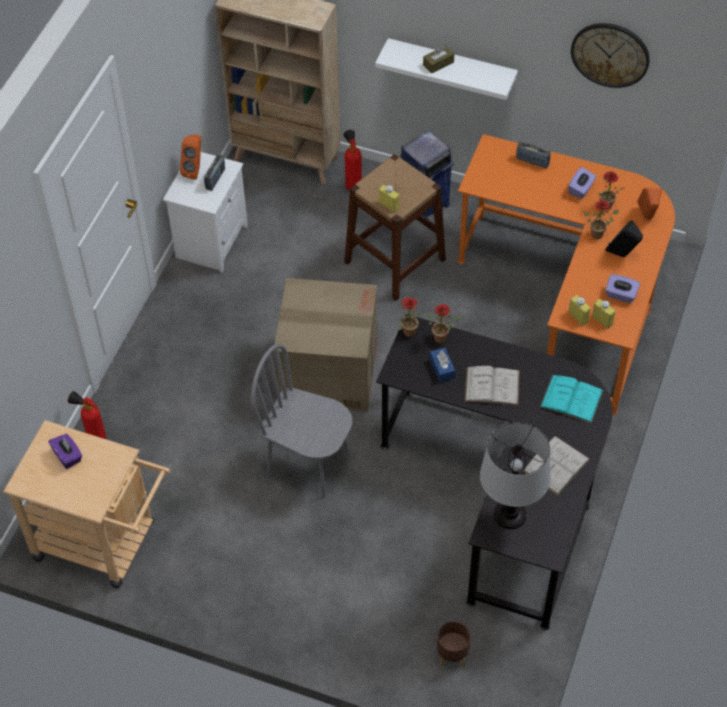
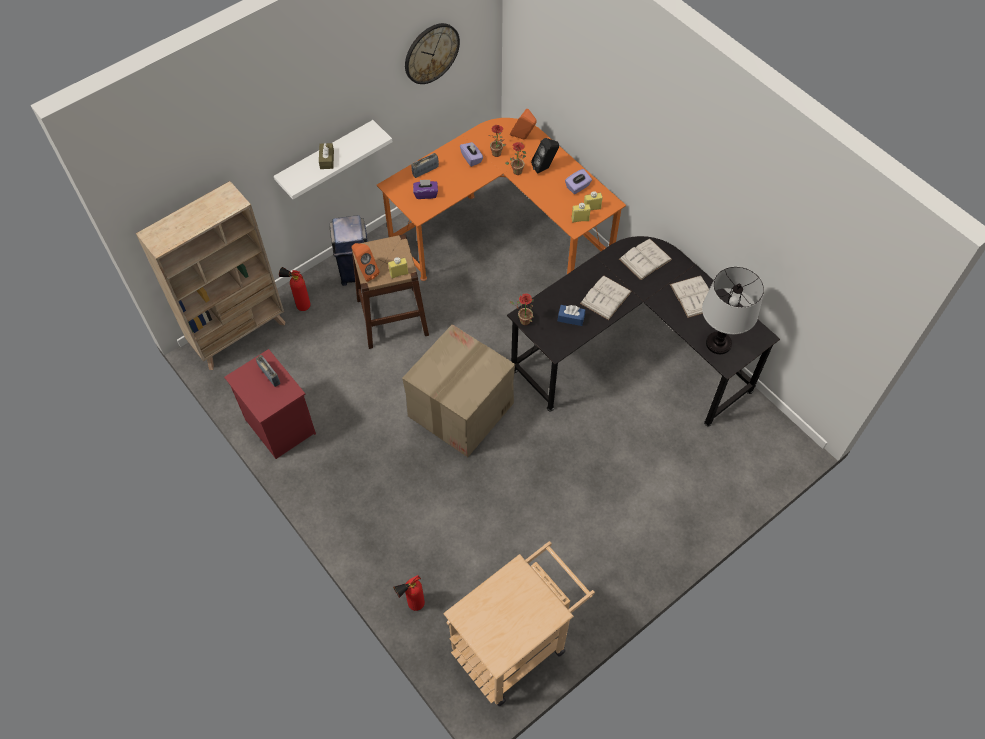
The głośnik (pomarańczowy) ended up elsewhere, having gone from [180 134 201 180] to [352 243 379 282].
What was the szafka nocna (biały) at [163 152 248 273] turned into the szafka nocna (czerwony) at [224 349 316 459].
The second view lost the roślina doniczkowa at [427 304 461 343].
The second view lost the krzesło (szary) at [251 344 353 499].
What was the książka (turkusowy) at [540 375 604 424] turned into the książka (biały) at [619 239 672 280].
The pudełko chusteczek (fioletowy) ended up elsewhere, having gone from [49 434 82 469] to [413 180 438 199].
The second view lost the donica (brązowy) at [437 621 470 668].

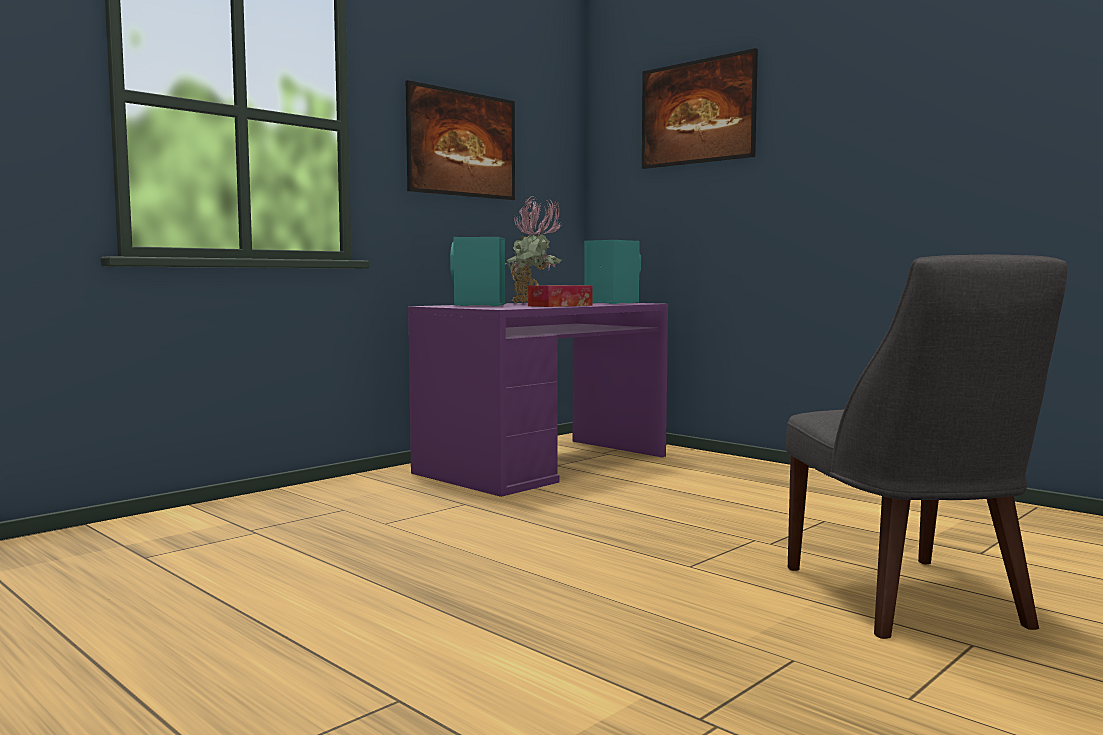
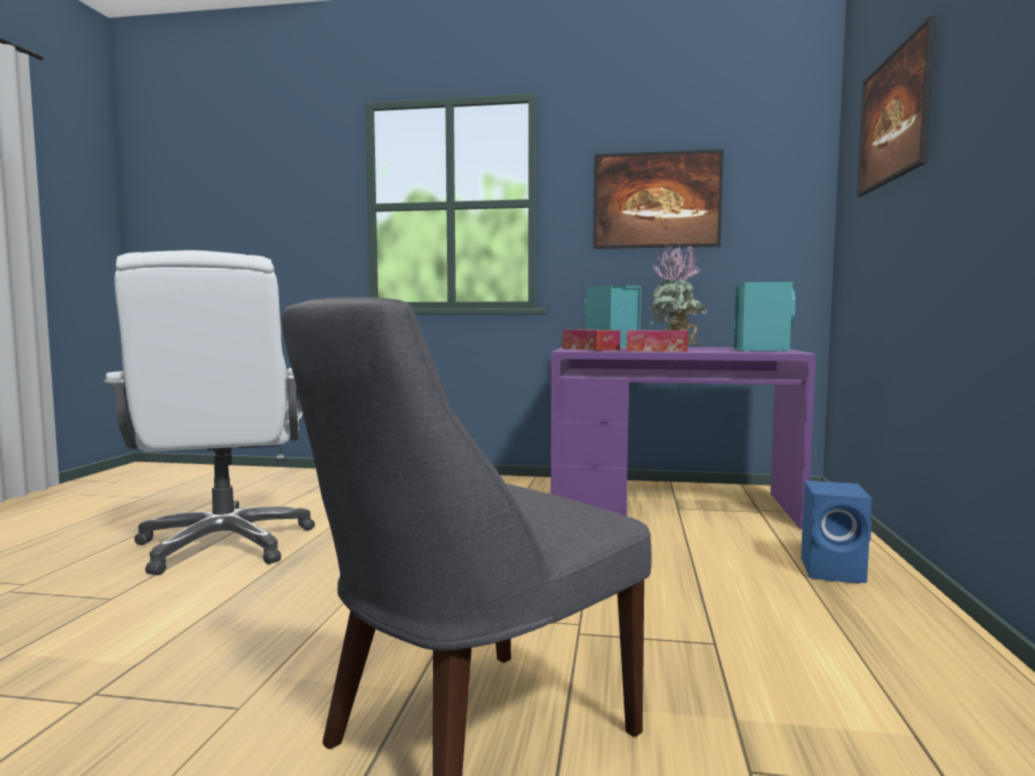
The second view gained the krzesło biurowe (biały) at [103 250 315 575].
The second view gained the pudełko chusteczek at [562 330 620 351].
The second view gained the głośnik (niebieski) at [801 481 872 583].

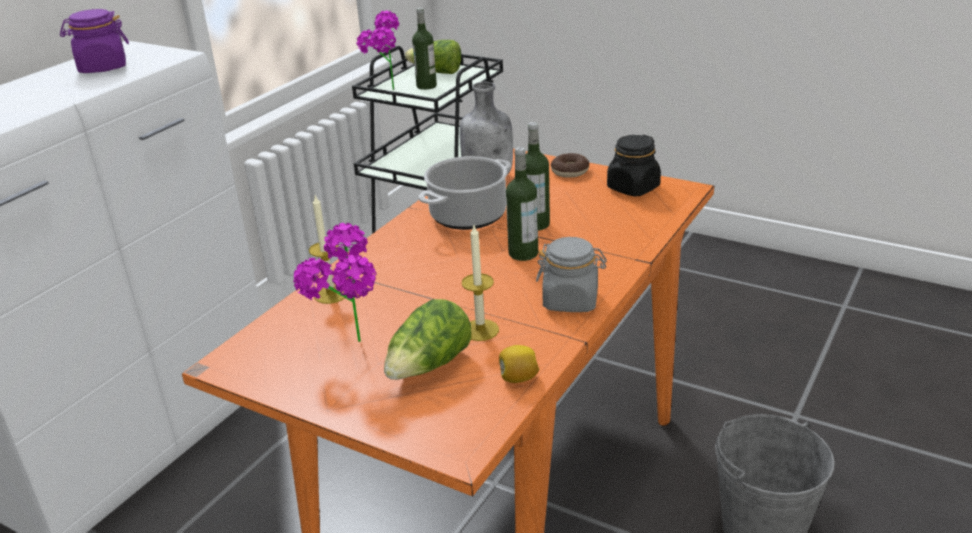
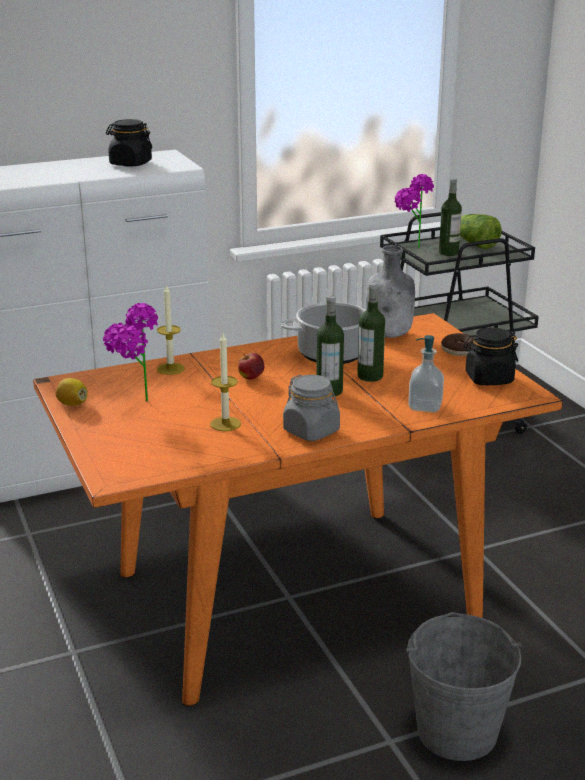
What was the słoik (fioletowy) at [60 9 129 73] turned into the słoik (czarny) at [106 119 152 167].
The second view lost the sałata at [384 299 471 380].
The cytryna ended up elsewhere, having gone from [499 345 539 383] to [56 378 87 406].
The second view gained the dozownik mydła at [408 335 444 413].
The second view gained the jabłko at [238 353 264 380].

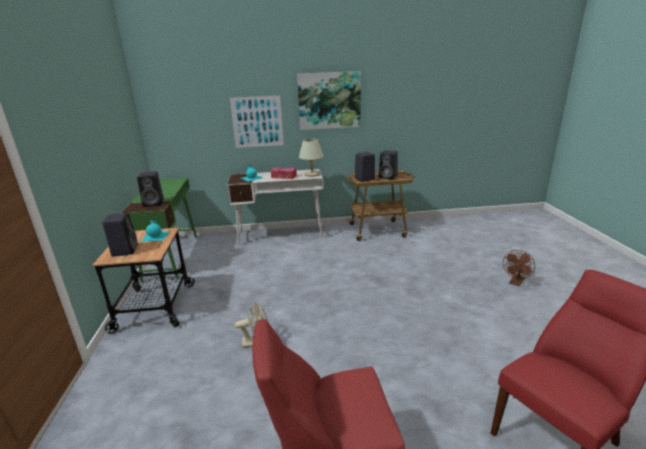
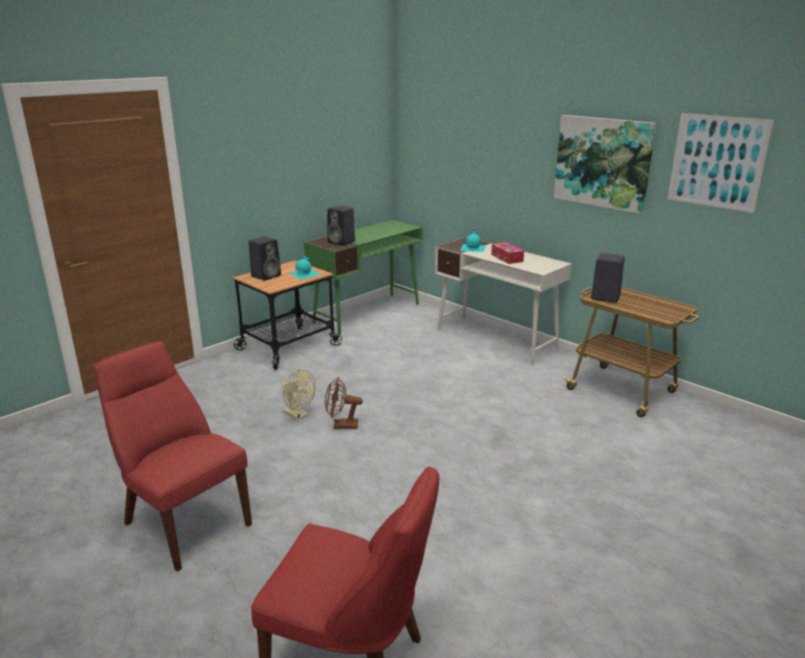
The obraz ended up elsewhere, having gone from [230 96 284 148] to [668 113 774 213].
The second view lost the lampa stołowa (beżowy) at [299 138 324 177].
The second view lost the głośnik (czarny) at [379 150 398 179].
The wentylator (brązowy) ended up elsewhere, having gone from [503 250 535 286] to [325 377 363 429].

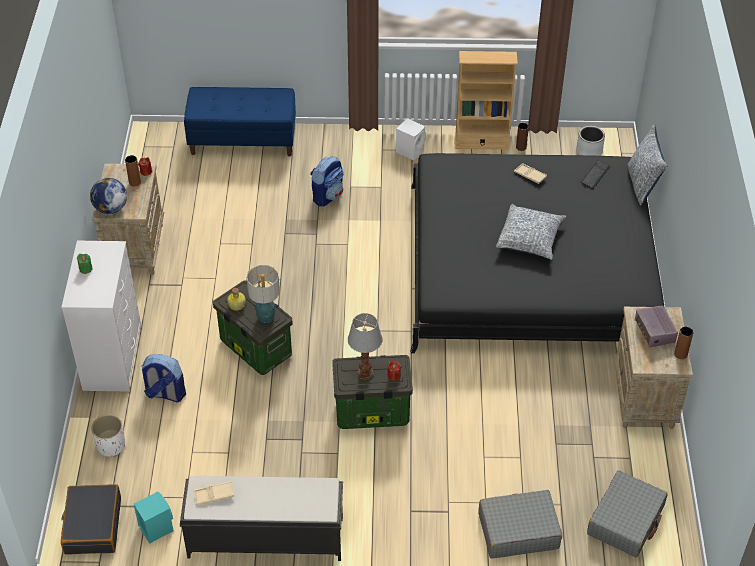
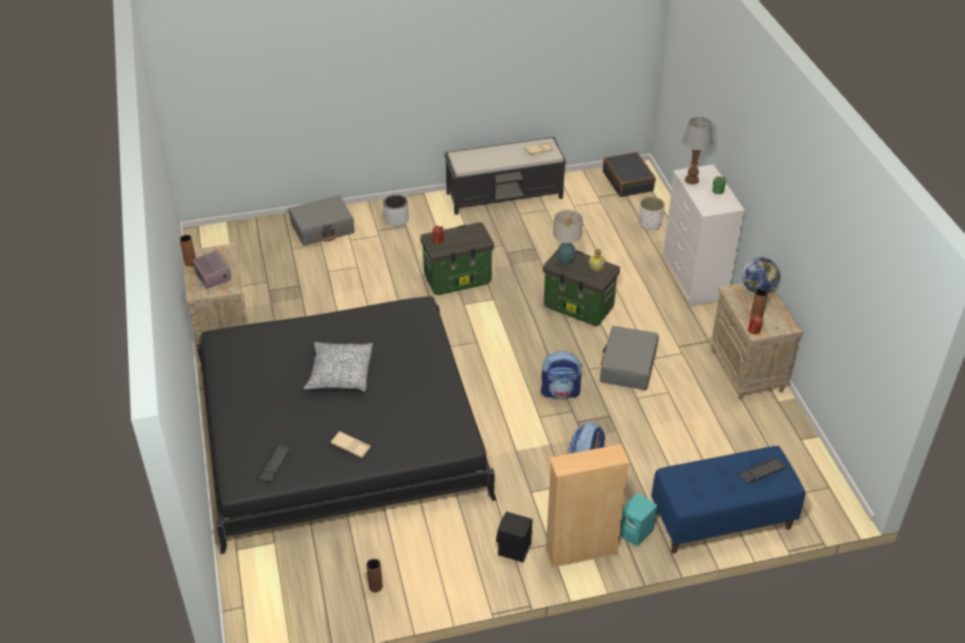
The regał (beżowy) ended up elsewhere, having gone from [454 51 518 150] to [544 444 630 568].
What was the głośnik (biały) at [396 118 426 160] turned into the głośnik (czarny) at [496 512 533 563].
The second view lost the poduszka at [628 125 668 206].
The donica (szary) ended up elsewhere, having gone from [576 126 605 156] to [383 194 409 226].
The lampa stołowa ended up elsewhere, having gone from [348 313 383 380] to [682 117 713 185].
The plecak ended up elsewhere, having gone from [141 354 186 402] to [541 351 583 398].
The walizka (szary) ended up elsewhere, having gone from [587 470 667 557] to [600 326 659 390].
The głośnik (turkusowy) ended up elsewhere, having gone from [134 491 174 544] to [620 493 657 546].
The second view gained the klawiatura at [737 458 786 484].

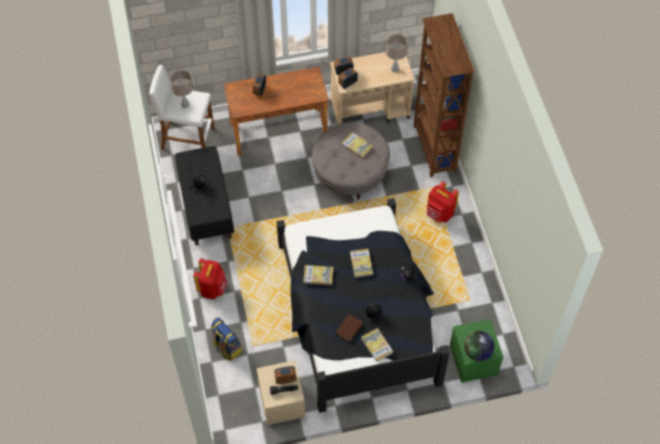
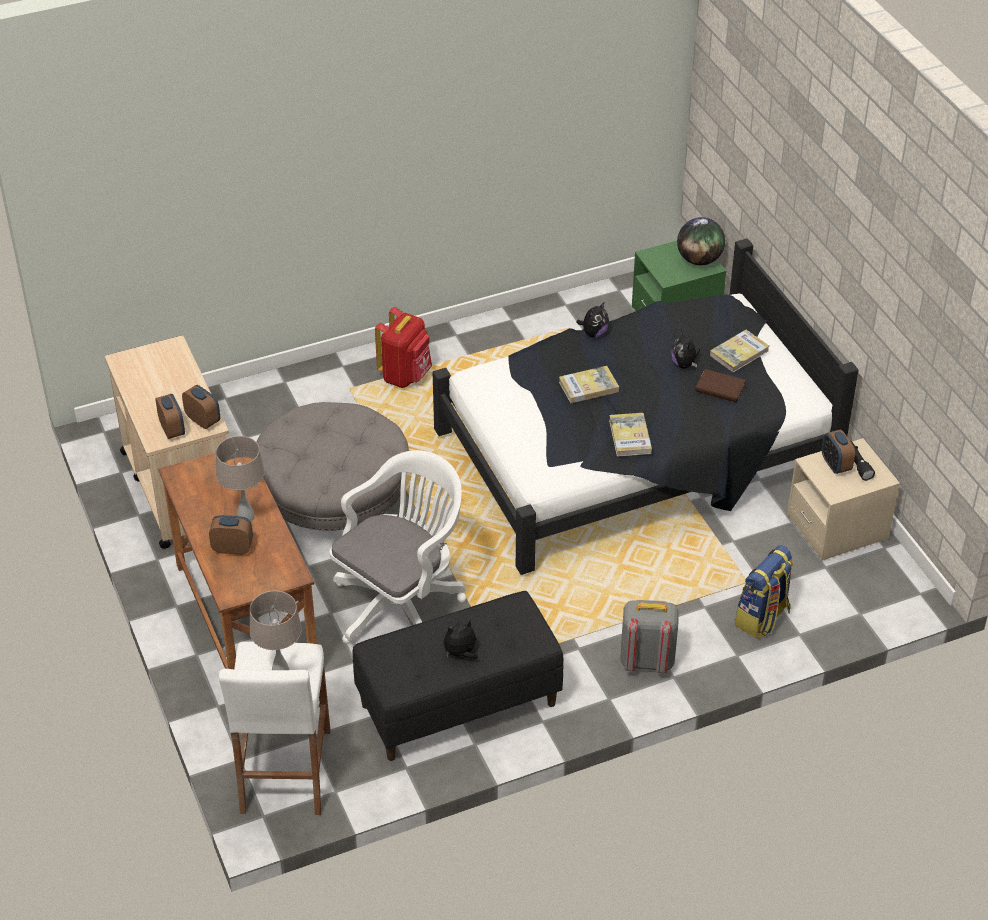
The second view lost the regał (brązowy) at [414 13 475 178].
The lampa stołowa (beżowy) ended up elsewhere, having gone from [385 34 408 72] to [216 436 265 522].
The second view lost the książka at [341 132 373 159].
What was the plecak (czerwony) at [194 258 227 299] turned into the plecak (szary) at [620 600 679 673].
The second view gained the krzesło biurowe (biały) at [329 450 466 644].

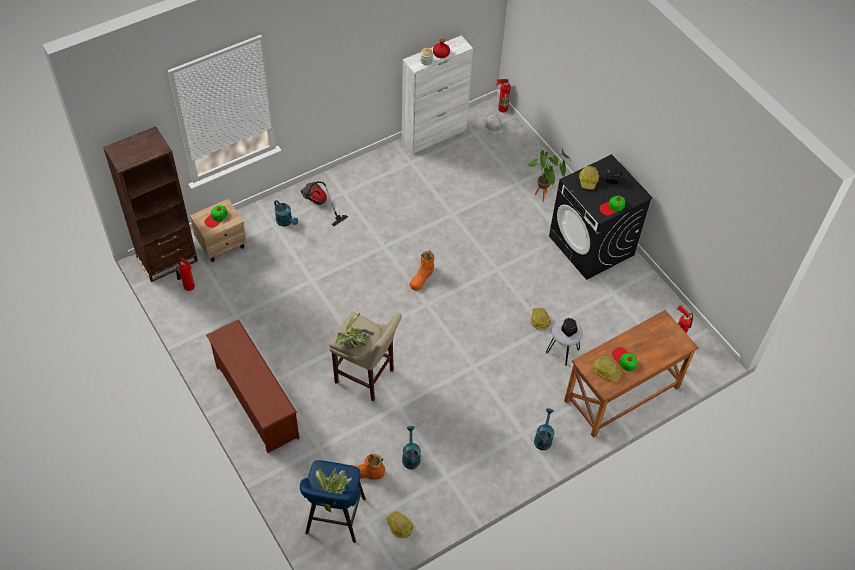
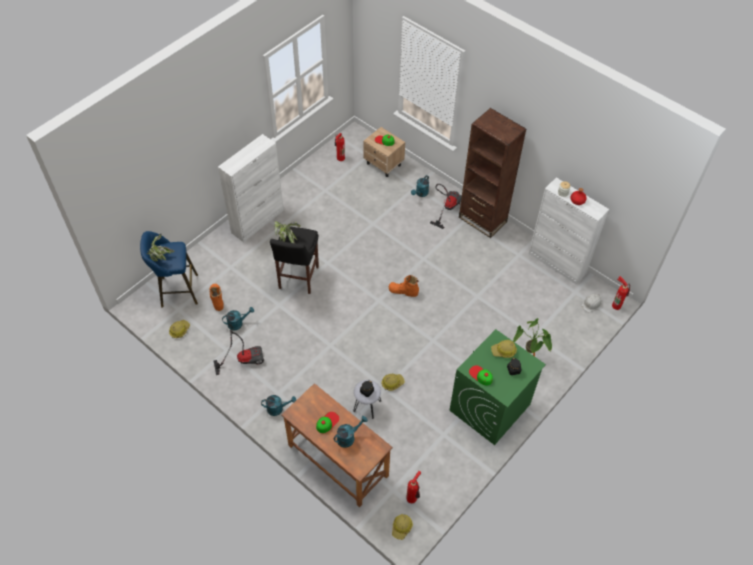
The regał (brązowy) ended up elsewhere, having gone from [103 127 198 282] to [459 108 526 238].
What was the pralka (czarny) at [549 154 653 280] turned into the pralka (zielony) at [450 329 546 445].
What was the stołek (beżowy) at [329 312 402 401] turned into the stołek (czarny) at [270 227 319 294].
Where the regał na buty (brązowy) stood at [206 319 299 453], the szafka (biały) came to stand at [218 134 284 243].
The kask ended up elsewhere, having gone from [593 356 622 381] to [392 514 413 540].
The second view gained the odkurzacz at [214 330 264 375].
The second view gained the konewka (turkusowy) at [334 416 368 448].

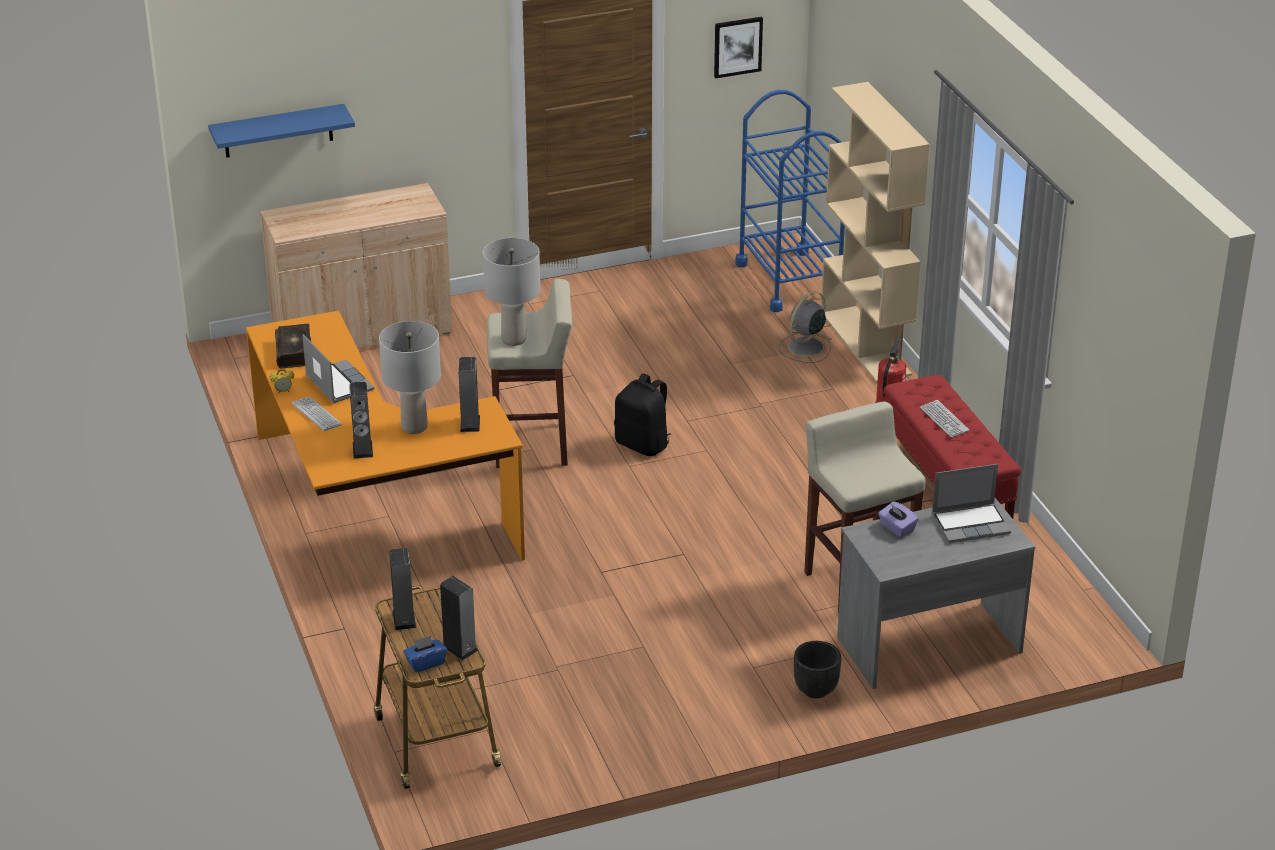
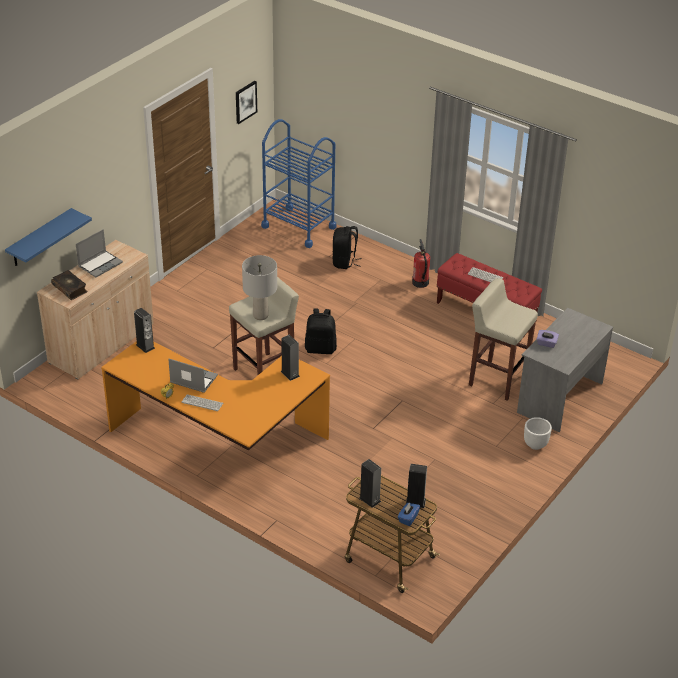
The second view lost the regał (beżowy) at [821 82 930 383].
Where the wentylator (szary) stood at [779 292 831 363], the plecak (czarny) came to stand at [333 226 362 269].
The second view lost the lampa stołowa (szary) at [379 321 441 434].
The książka ended up elsewhere, having gone from [275 324 311 369] to [51 270 88 300].
The głośnik ended up elsewhere, having gone from [349 382 373 459] to [134 308 155 353].
The laptop ended up elsewhere, having gone from [932 464 1011 543] to [76 229 123 277].
What was the donica (czarny) at [794 641 841 698] turned into the donica (biały) at [524 417 552 450].

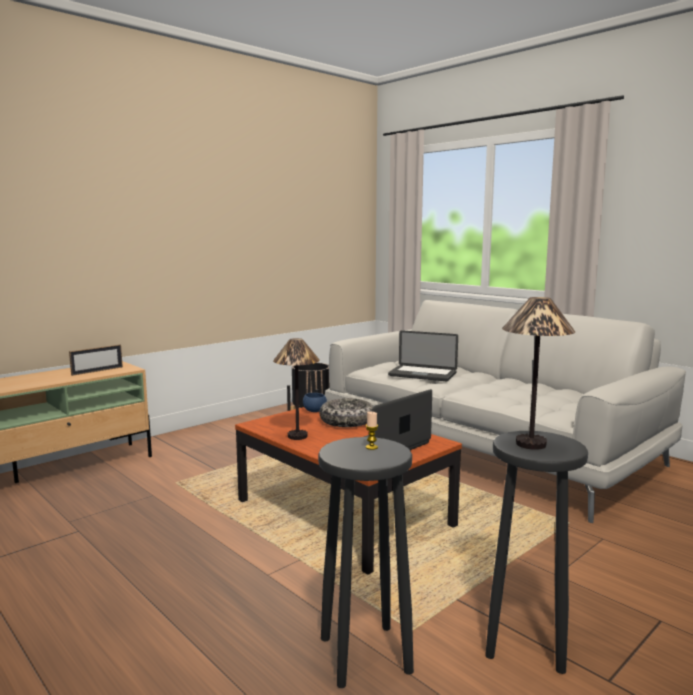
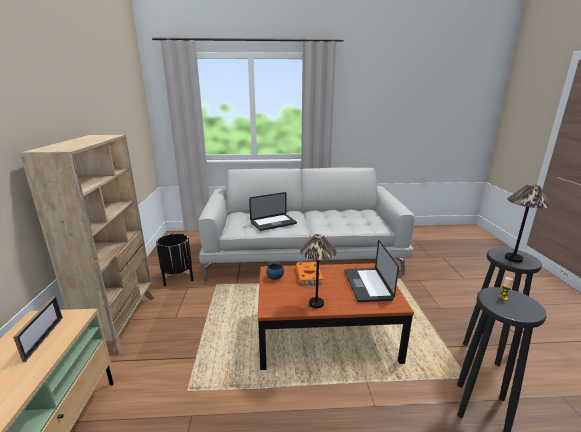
Where the miska stood at [319 398 373 427], the książka (pomarańczowy) came to stand at [296 262 323 289].
The second view gained the regał (beżowy) at [20 135 154 356].

